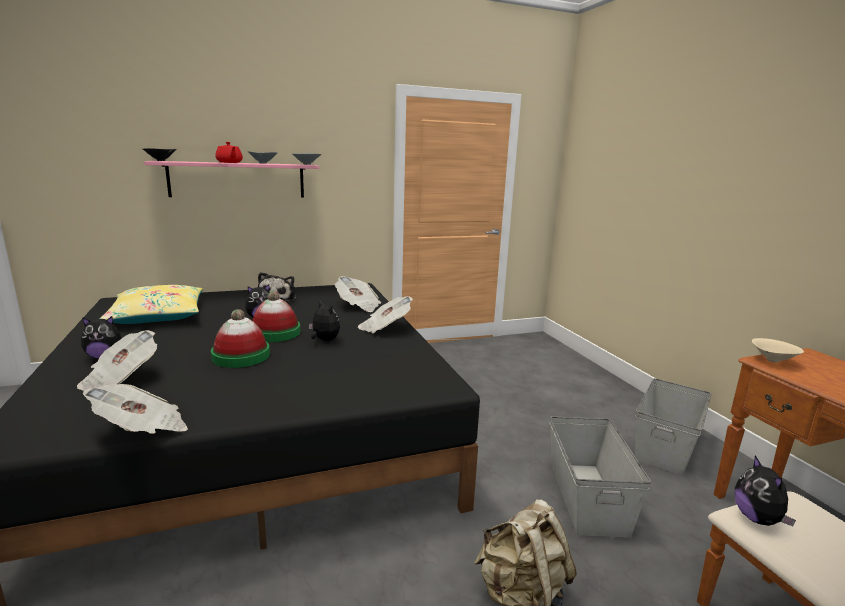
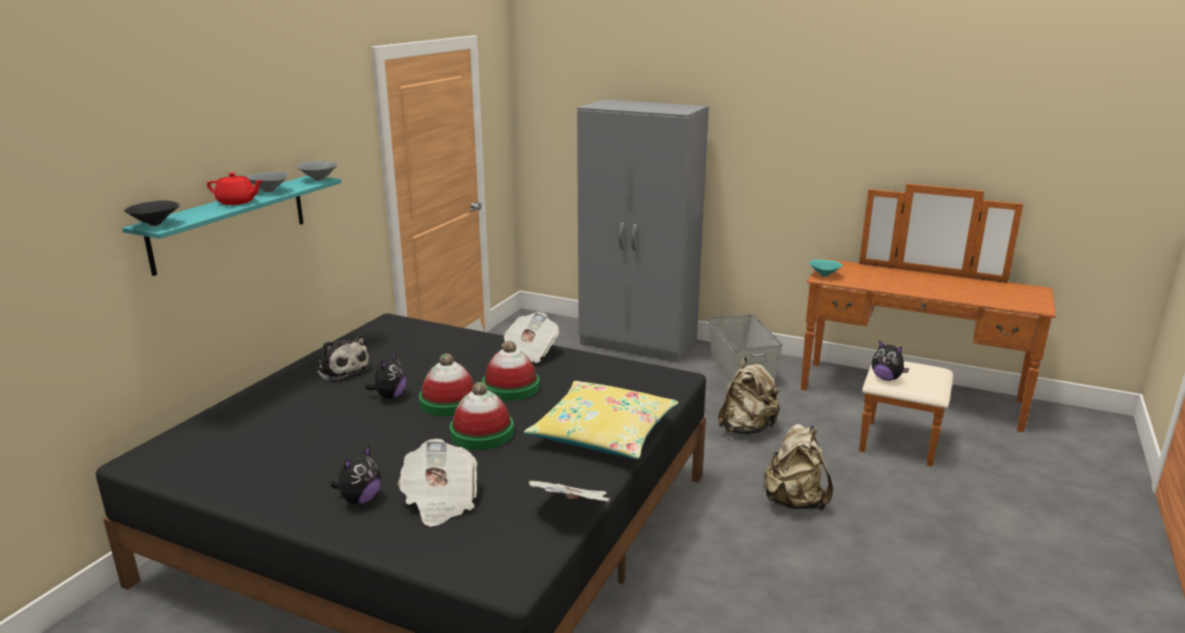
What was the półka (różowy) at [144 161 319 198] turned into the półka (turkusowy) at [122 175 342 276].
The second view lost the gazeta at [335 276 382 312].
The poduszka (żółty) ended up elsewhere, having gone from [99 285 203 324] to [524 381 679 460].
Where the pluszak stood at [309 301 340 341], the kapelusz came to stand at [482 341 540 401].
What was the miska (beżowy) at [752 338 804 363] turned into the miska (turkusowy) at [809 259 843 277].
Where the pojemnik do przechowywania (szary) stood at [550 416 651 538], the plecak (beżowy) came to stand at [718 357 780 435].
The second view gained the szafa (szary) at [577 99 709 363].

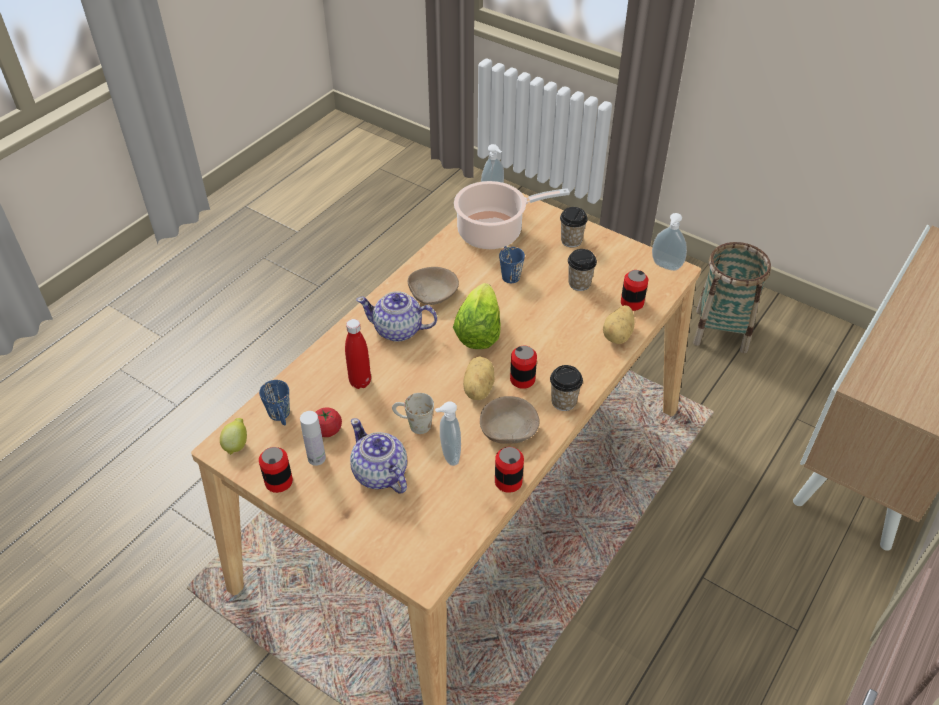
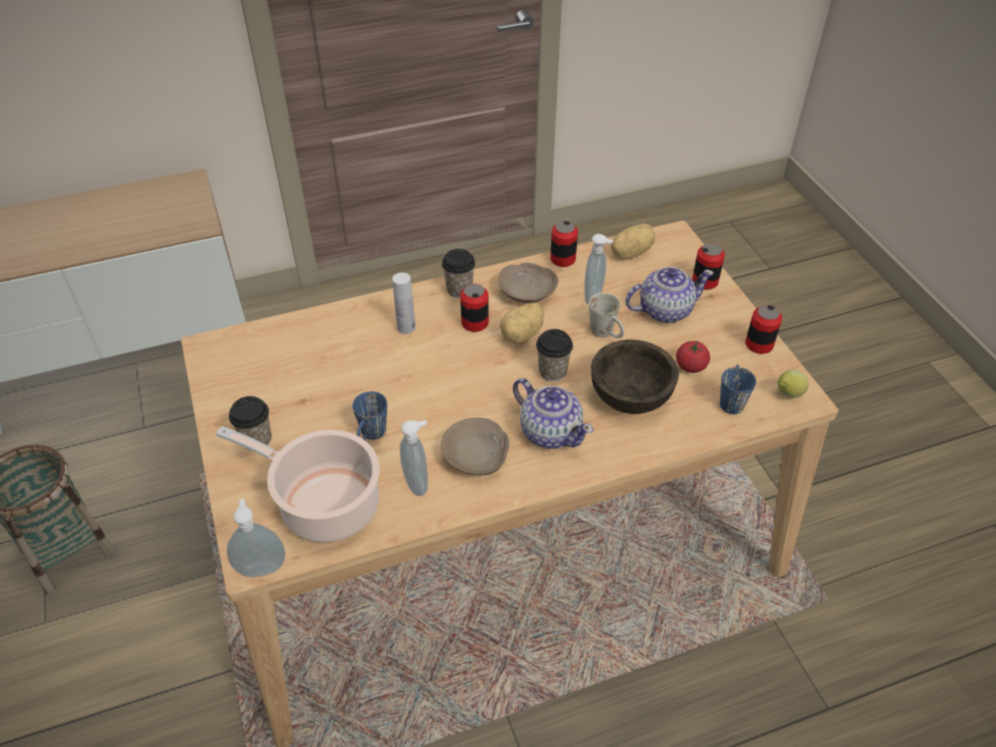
The dozownik mydła ended up elsewhere, having gone from [652 213 687 271] to [400 420 428 496].
The filiżanka ended up elsewhere, having gone from [568 249 597 291] to [536 329 573 381].
The puszka ended up elsewhere, having gone from [621 270 648 311] to [692 243 725 290].
The second view lost the sałata at [453 283 501 349].
The ziemniak ended up elsewhere, having gone from [603 305 634 344] to [611 223 655 258].
Where the butelka (czerwony) stood at [345 319 371 389], the miska (brązowy) came to stand at [591 340 679 414].
The butelka (biały) ended up elsewhere, having gone from [300 411 326 466] to [392 272 415 334].
The imbryk at [350 418 407 493] ended up facing another way, 105 degrees counterclockwise from before.

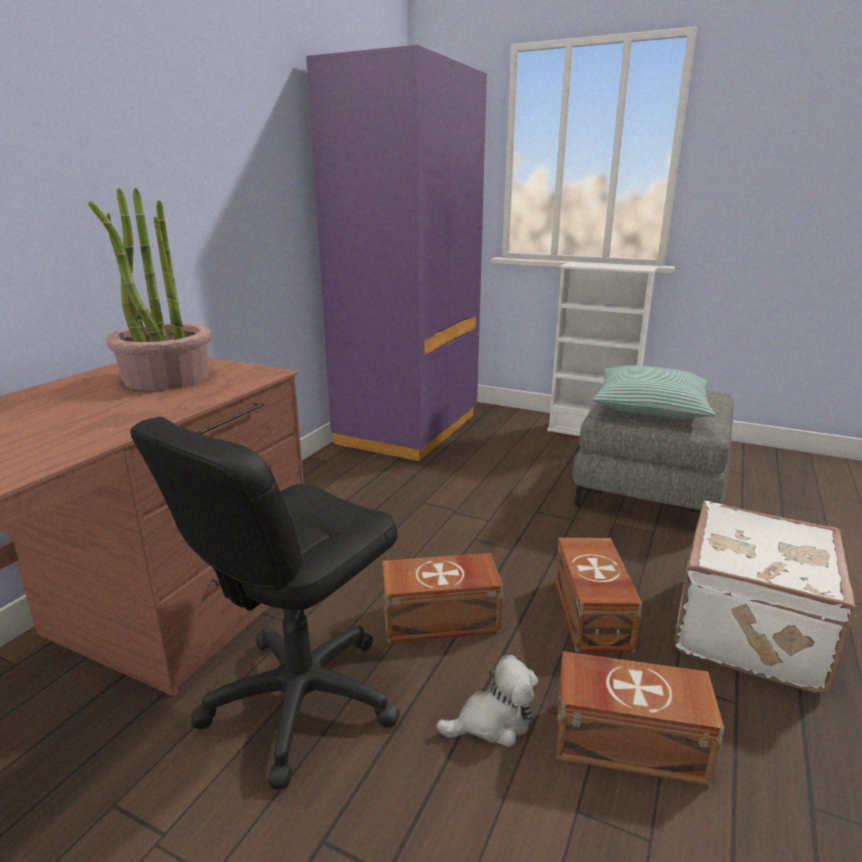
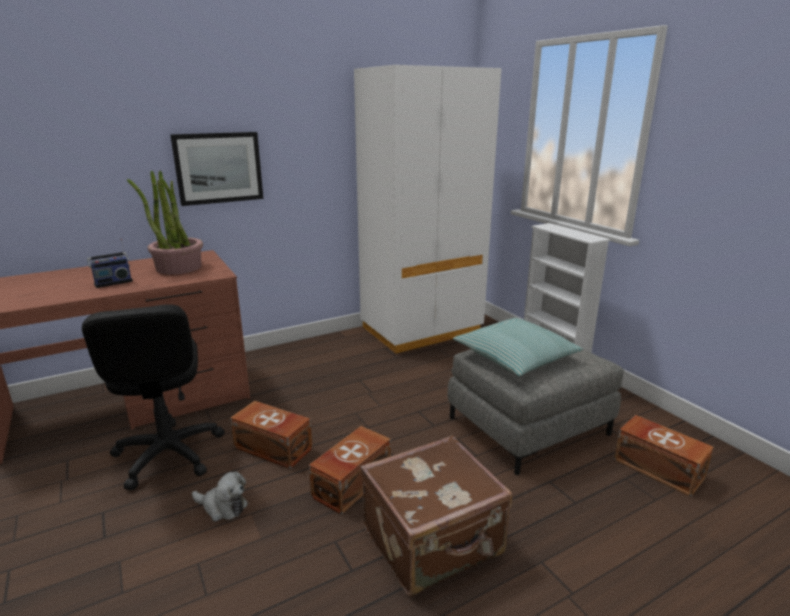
What was the szafa (fioletowy) at [306 45 487 462] turned into the szafa (biały) at [354 65 502 354].
The krzesło biurowe (czarny) at [130 417 400 789] ended up facing another way, 90 degrees counterclockwise from before.
What was the walizka (biały) at [674 501 856 693] turned into the walizka (brązowy) at [361 435 512 597].
The pojemnik do przechowywania (brązowy) ended up elsewhere, having gone from [556 651 724 786] to [614 415 714 497].
The second view gained the obraz at [170 132 263 206].
The second view gained the radio at [87 239 133 288].

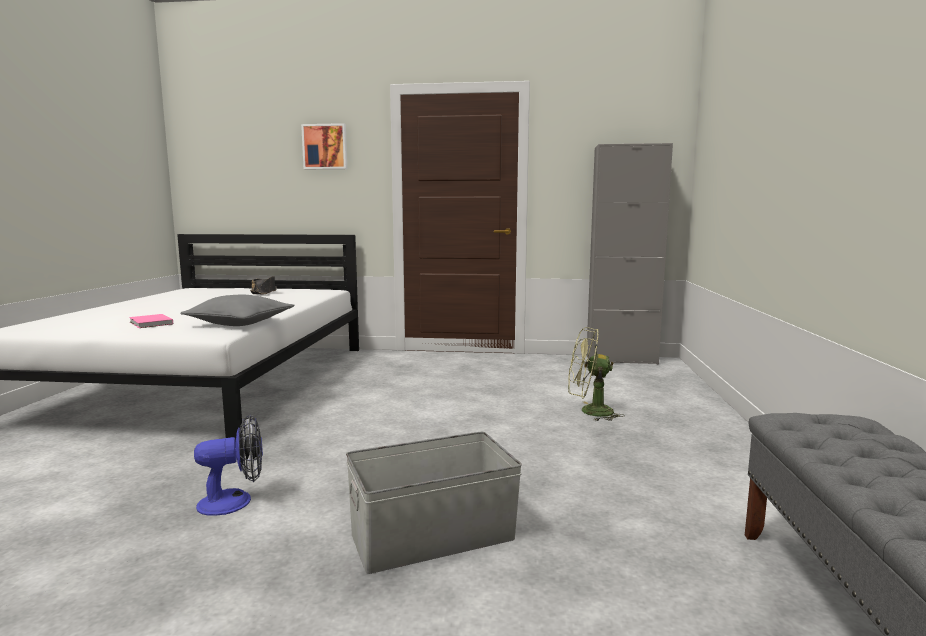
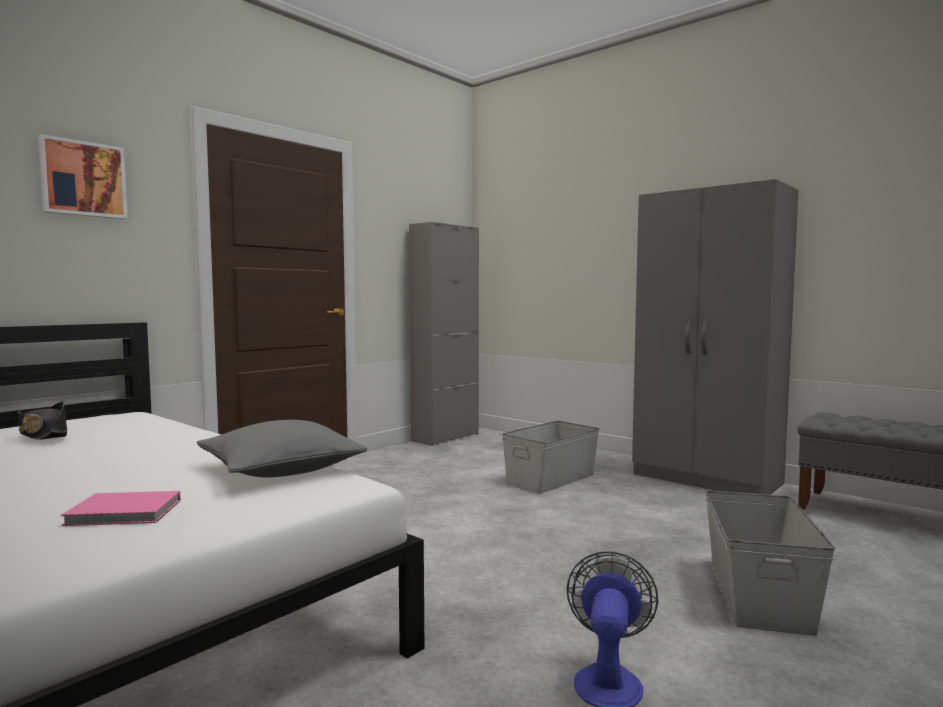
Where the wentylator (zielony) stood at [568 327 625 421], the pojemnik do przechowywania (szary) came to stand at [502 421 599 494].
The second view gained the szafa (szary) at [632 179 799 495].

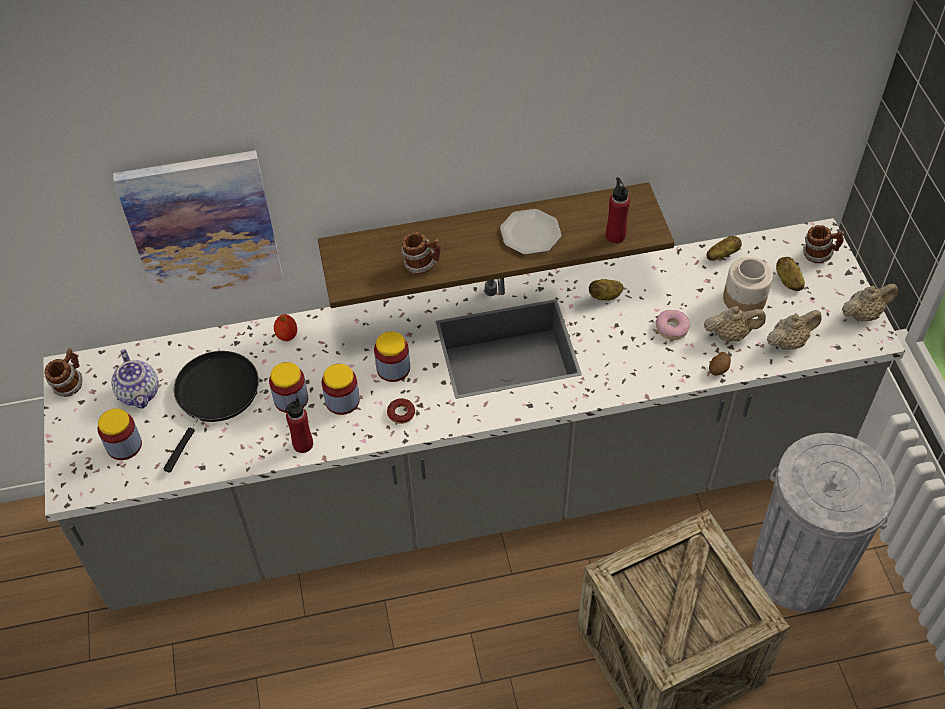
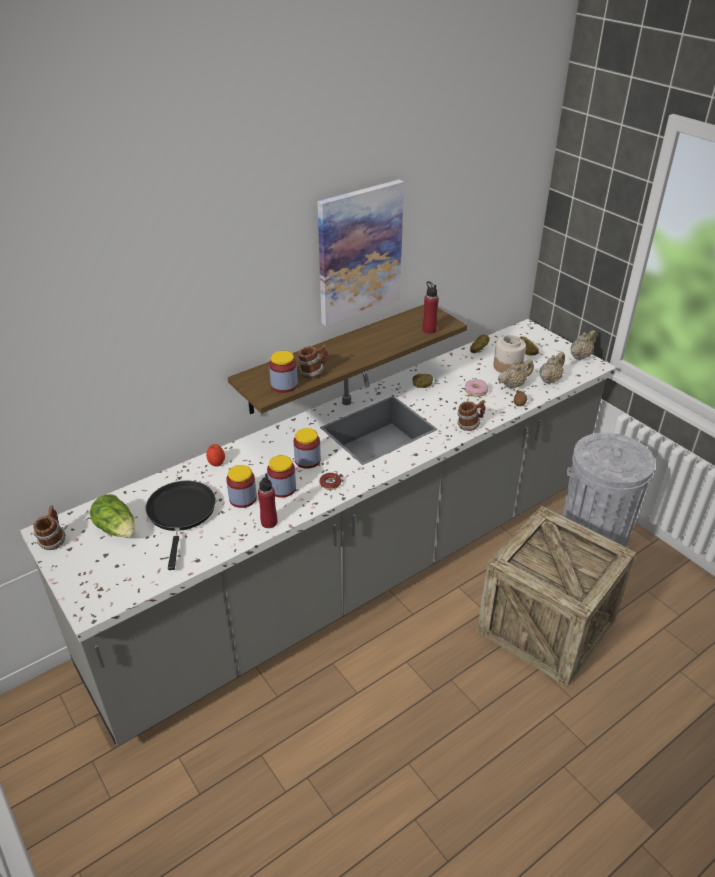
The obraz ended up elsewhere, having gone from [113 150 283 302] to [317 180 404 326].
The second view lost the talerz at [500 209 561 255].
The kubek ended up elsewhere, having gone from [803 225 844 263] to [457 400 486 431].
Where the imbryk stood at [111 349 159 409], the sałata came to stand at [90 494 135 538].
The słoik ended up elsewhere, having gone from [98 409 142 460] to [269 351 298 393].

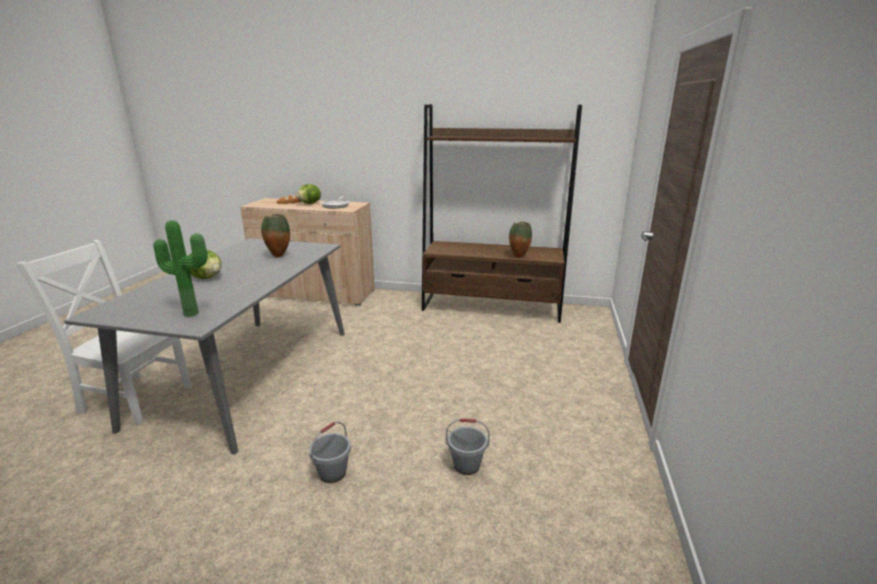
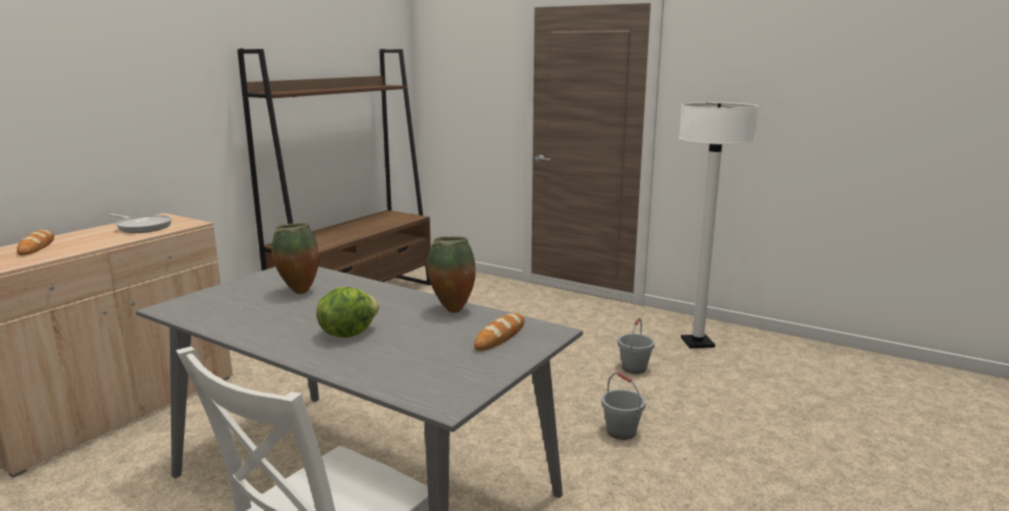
The second view lost the sałata at [296 184 321 204].
Where the roślina doniczkowa stood at [153 220 208 317], the chleb came to stand at [474 313 525 351].
The wazon ended up elsewhere, having gone from [509 221 532 258] to [427 236 476 313].
The second view gained the lampa stojąca (biały) at [679 102 759 348].

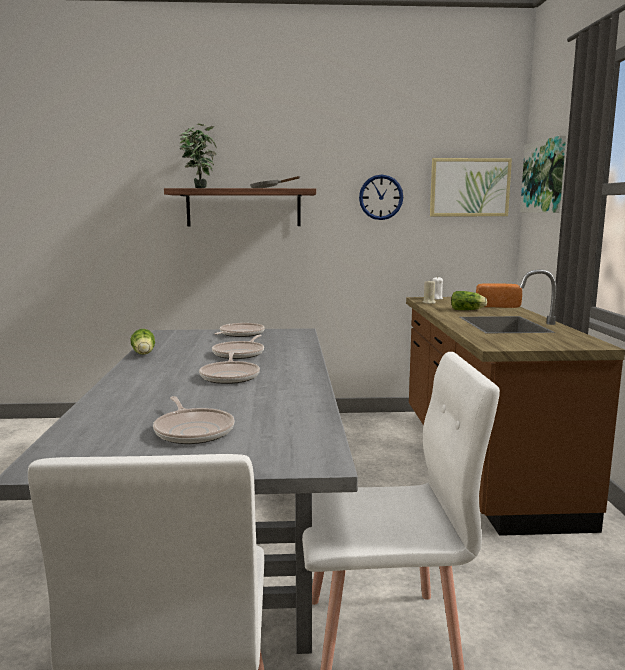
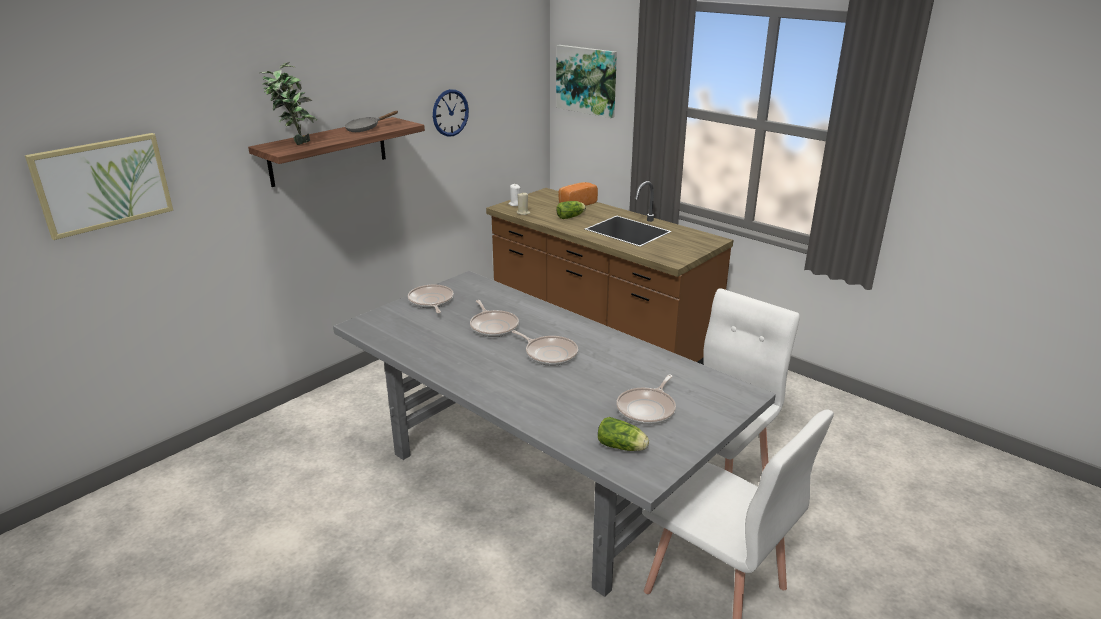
The obraz ended up elsewhere, having gone from [430 158 512 216] to [25 133 173 240].
The sałata ended up elsewhere, having gone from [130 329 155 355] to [598 417 649 451].
The patelnia at [153 396 234 444] ended up facing another way, 105 degrees clockwise from before.

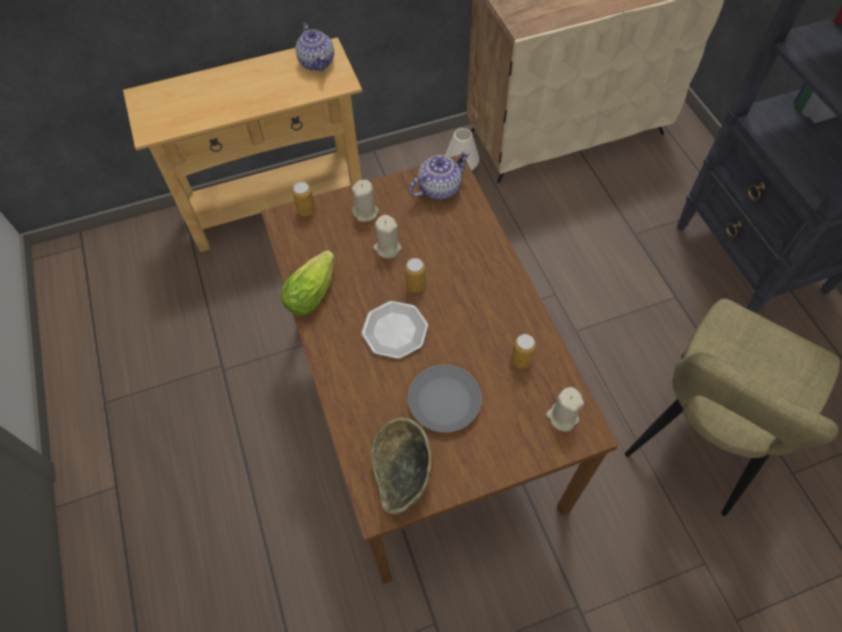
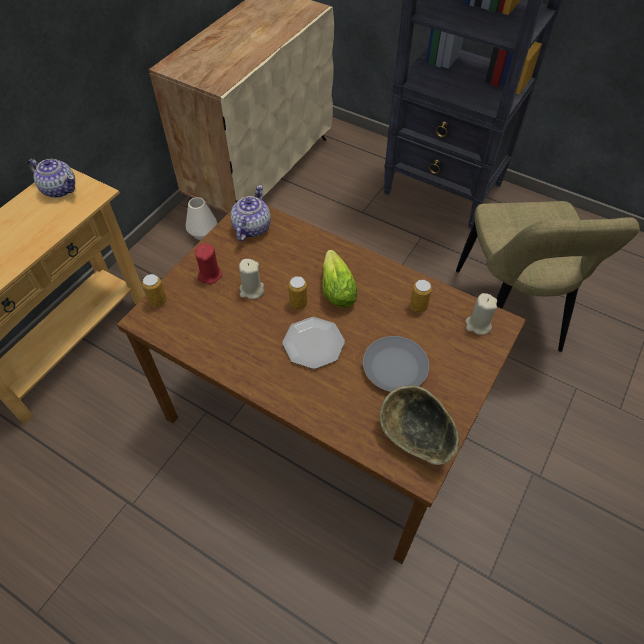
What was the świeca (beżowy) at [352 179 379 222] turned into the świeca (czerwony) at [195 243 222 284].
The sałata ended up elsewhere, having gone from [280 250 335 315] to [323 250 358 308].

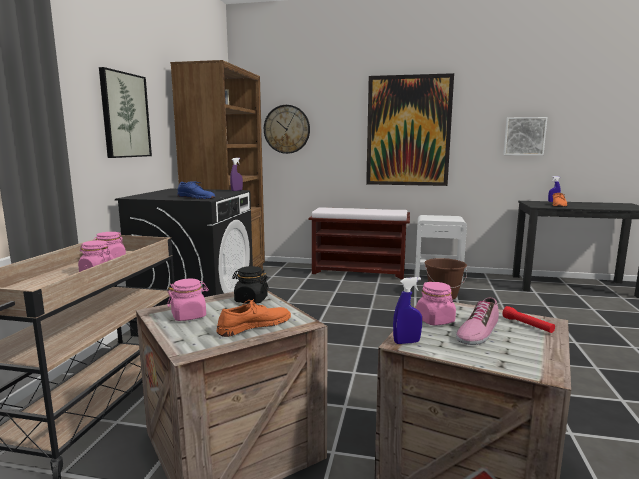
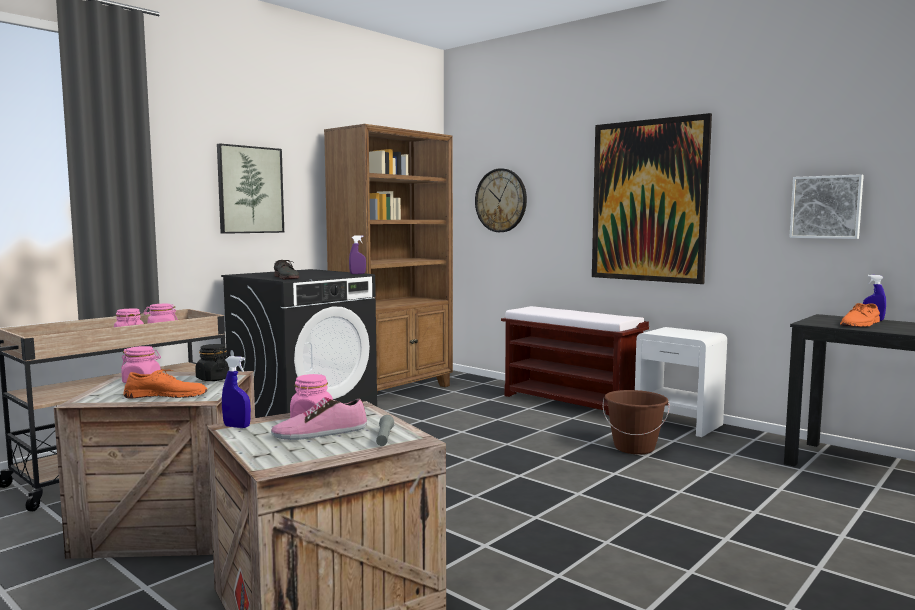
What was the but (niebieski) at [177 181 215 199] turned into the but (szary) at [274 260 300 279].
What was the latarka (czerwony) at [502 306 555 333] turned into the latarka (szary) at [376 415 394 446].

